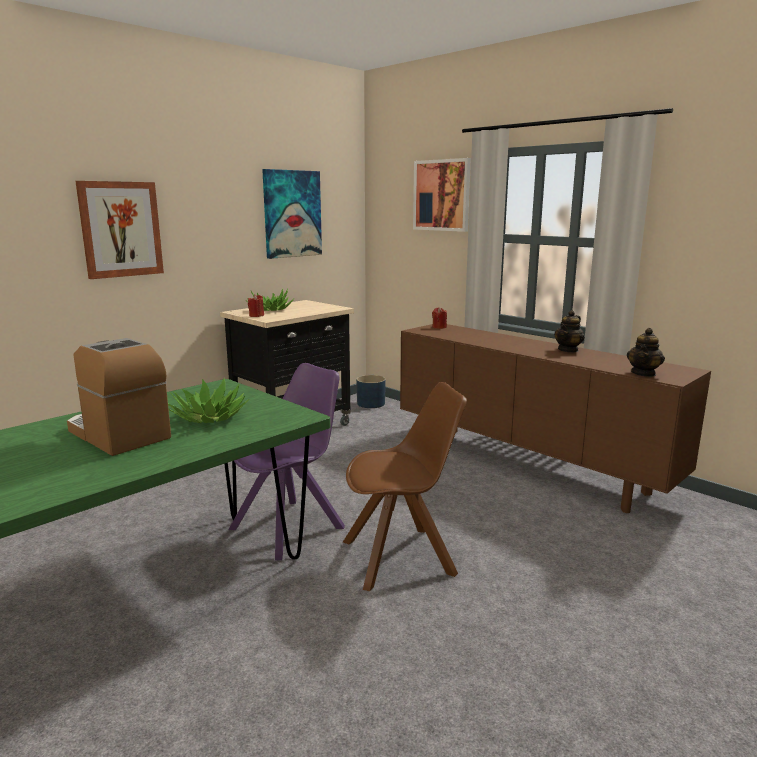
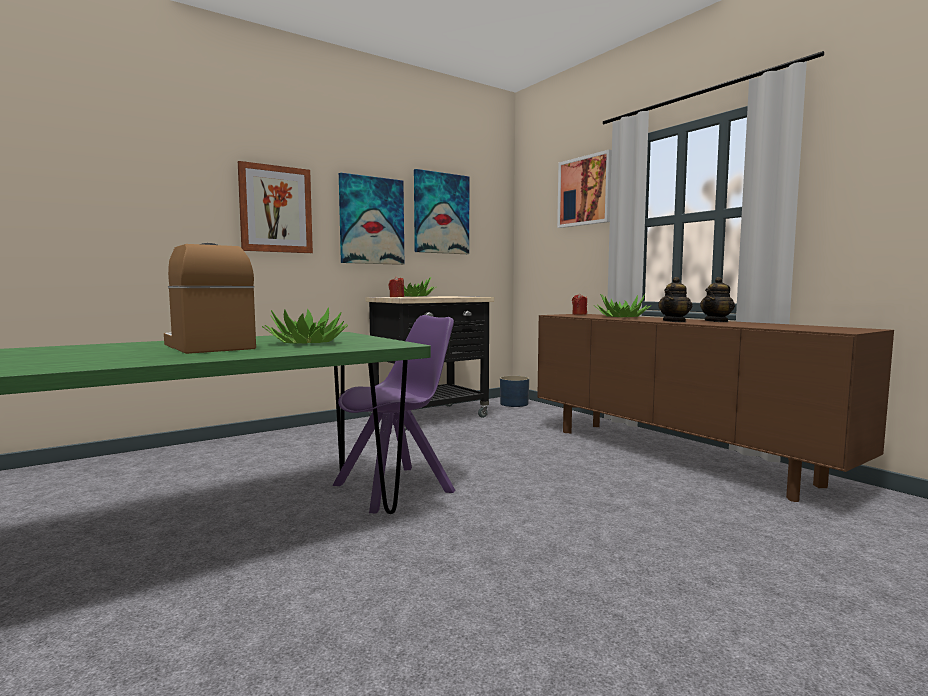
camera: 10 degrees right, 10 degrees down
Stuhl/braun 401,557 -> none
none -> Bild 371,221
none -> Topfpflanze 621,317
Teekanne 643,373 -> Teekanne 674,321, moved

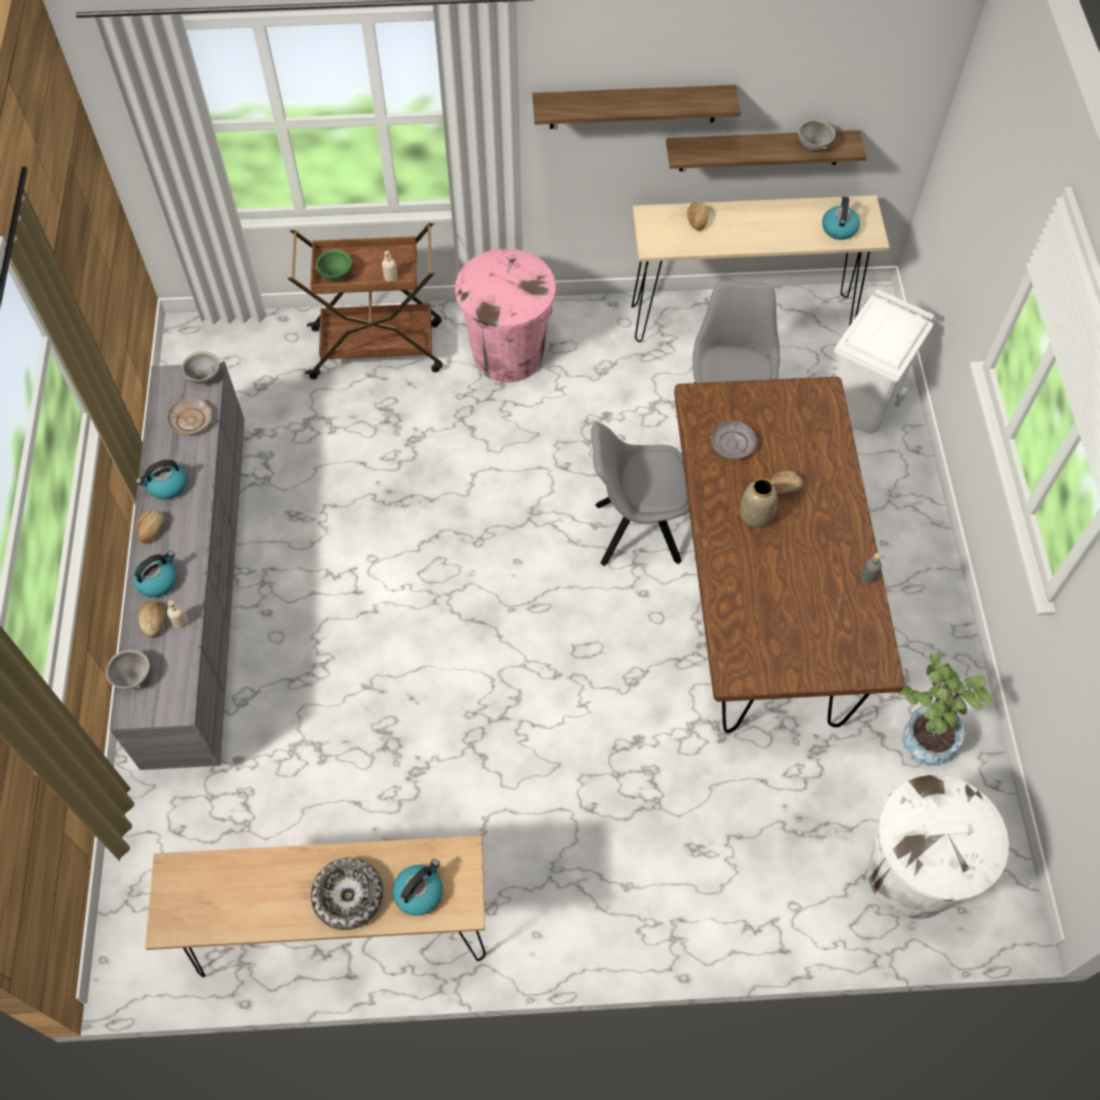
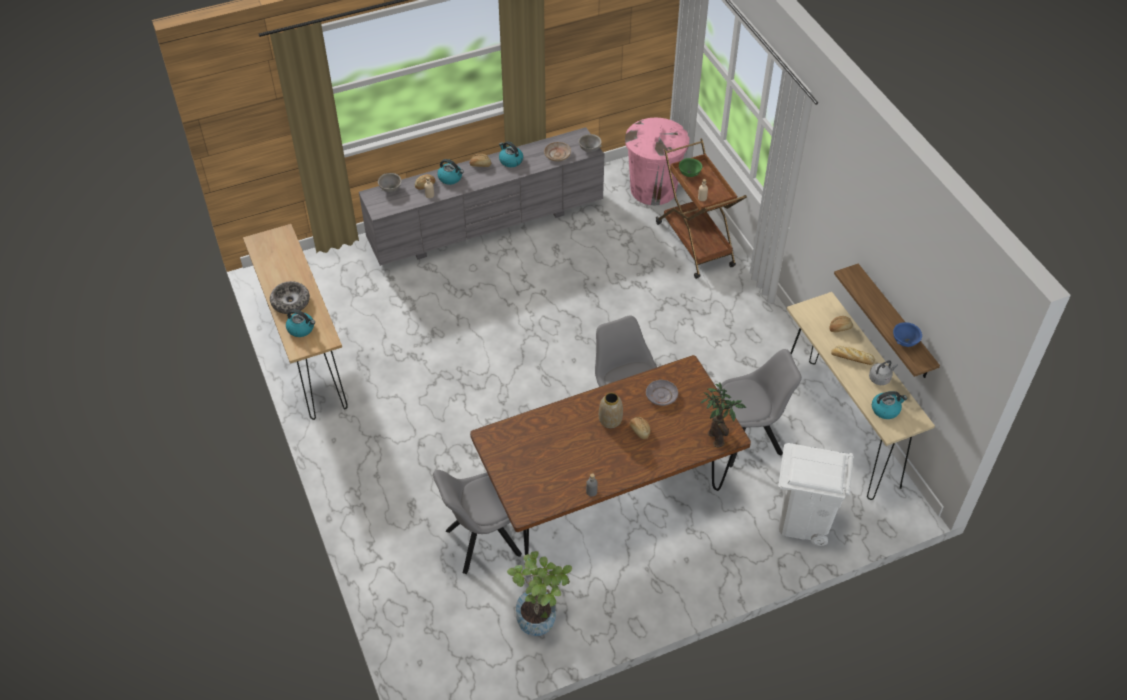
camera: 70 degrees right, 10 degrees down
Wandregal 633,106 -> none
Mülleimer/weiß 912,875 -> none
none -> Stuhl/grau 482,542
none -> Topfpflanze 716,436
none -> Brot 851,358
none -> Wasserkessel/grau 880,378
Mülleimer/rosa 508,354 -> Mülleimer/rosa 653,189, moved
Schüssel/grau 813,145 -> Schüssel/blau 905,342

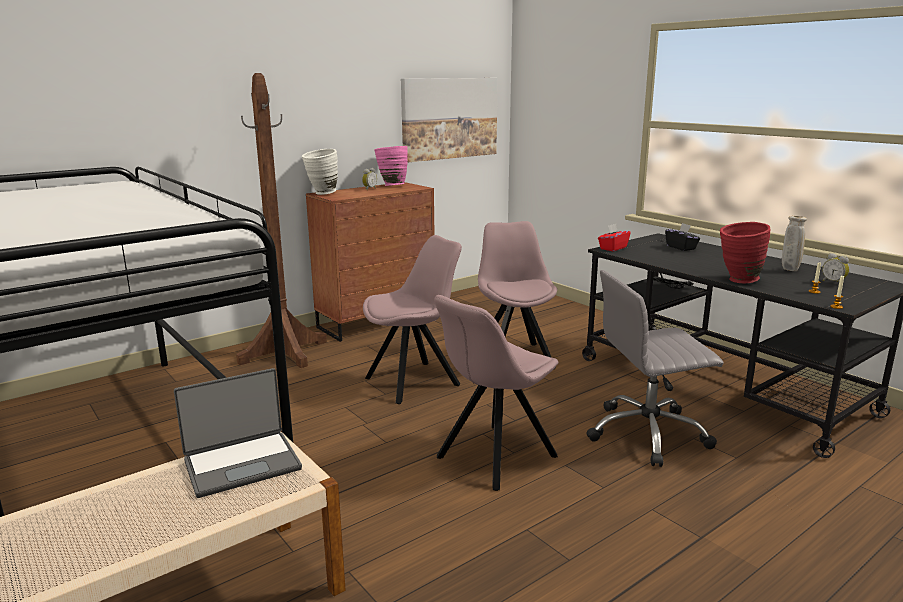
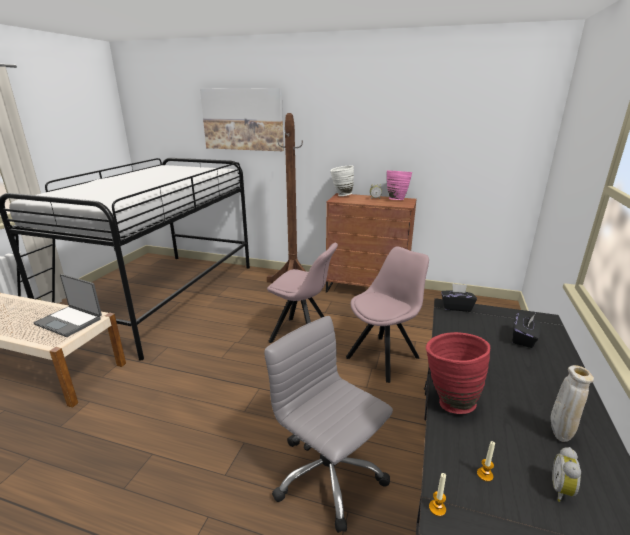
camera: 55 degrees right, 5 degrees up
Stuhl/rosa 495,456 -> none
Bild 449,118 -> Bild 243,119, moved
Taschentuchbox/rot 613,248 -> Taschentuchbox/schwarz 456,307

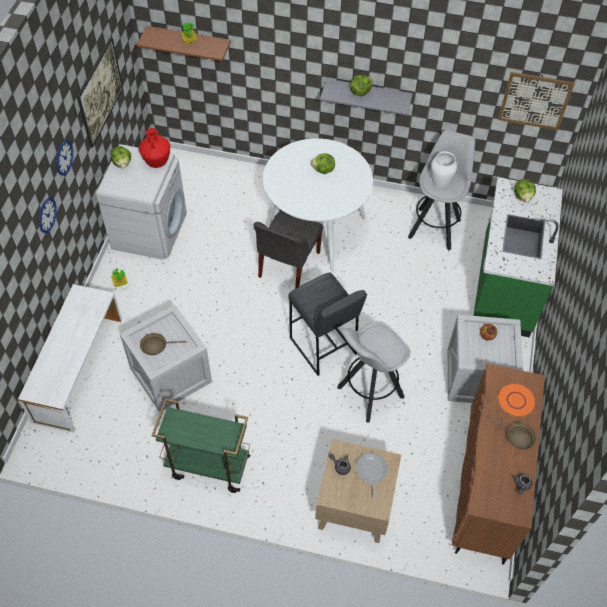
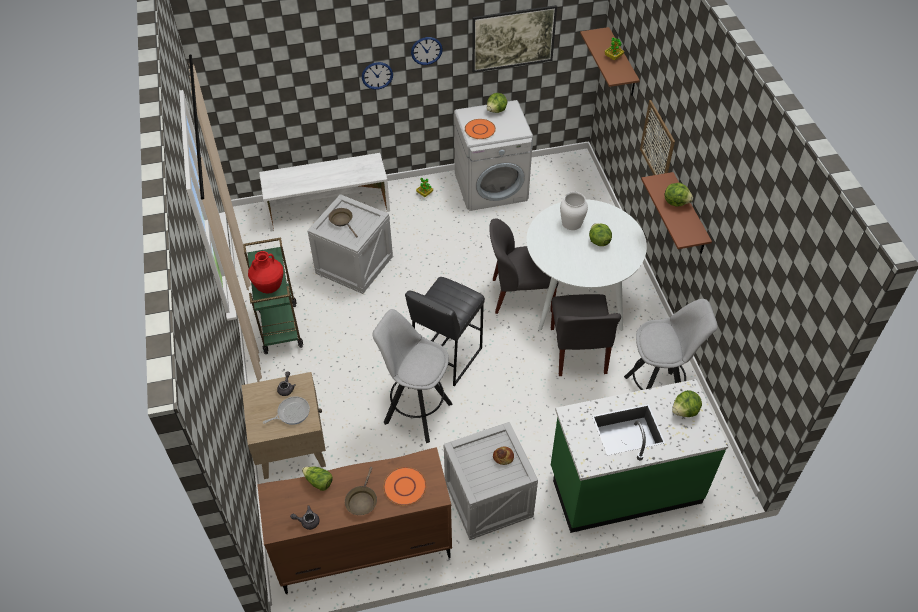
camera: 65 degrees right, 5 degrees down
none -> Salatkopf 318,482
none -> Teller/orange 480,130
none -> Stuhl/grau 578,352
Vase/rot 157,163 -> Vase/rot 269,287, moved
Vase/weiß 441,180 -> Vase/weiß 572,223, moved
Bild 535,100 -> Bild 657,144, moved
Wandregal/grau 368,95 -> Wandregal/braun 689,215

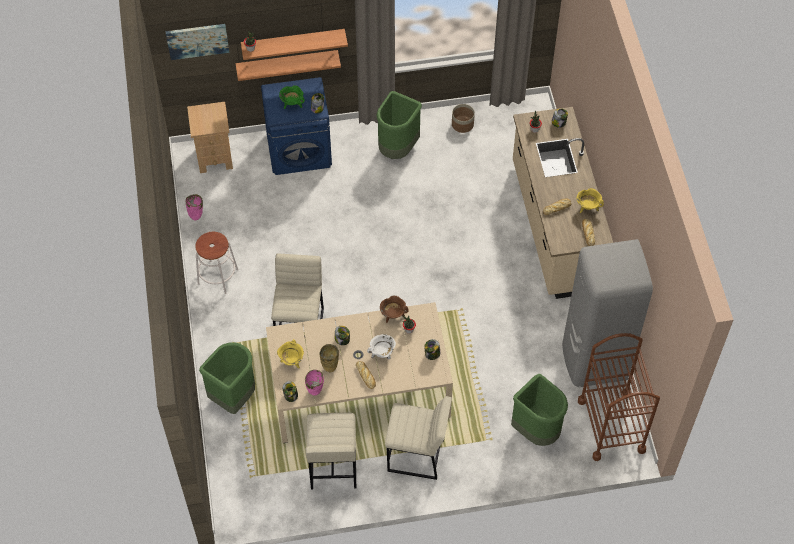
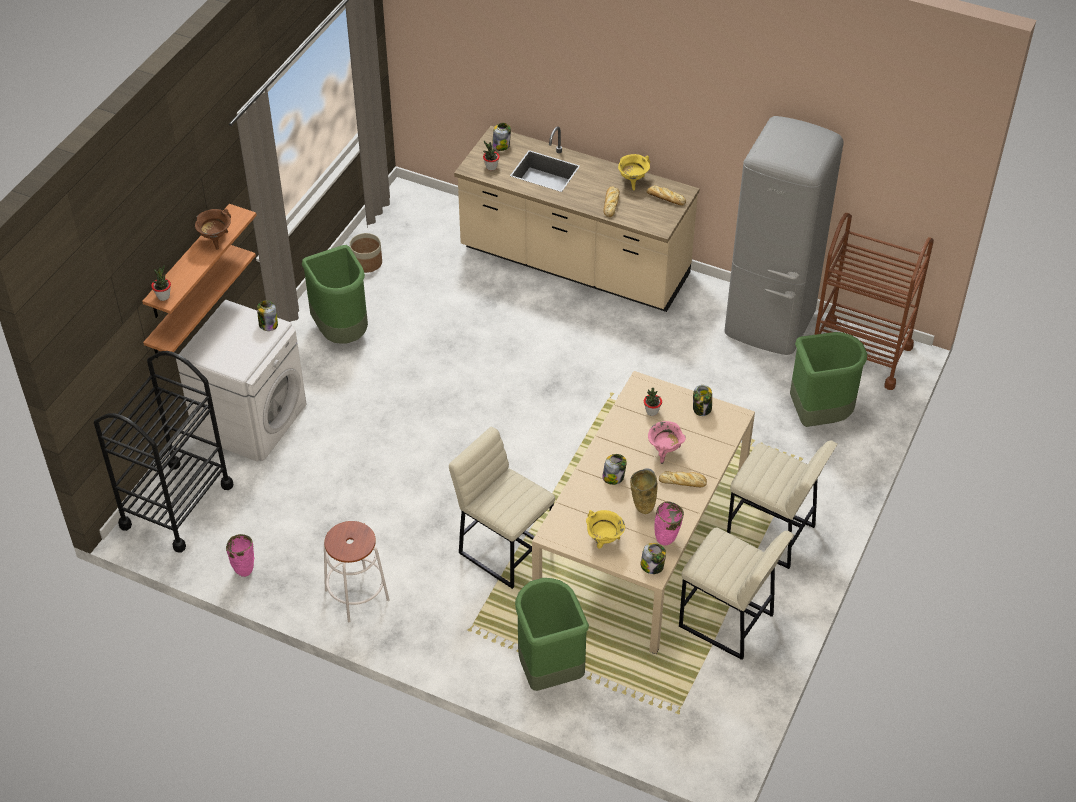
camera: 55 degrees left, 10 degrees down
Bild 197,40 -> none
Kochtopf/grün 292,104 -> none
Kochtopf/braun 393,315 -> Kochtopf/braun 216,240, moved
Nachttisch/beige 215,158 -> Rollwagen/schwarz 176,506
Waschmaschine/blau 300,151 -> Waschmaschine/weiß 253,419
Kochtopf/weiß 382,354 -> Kochtopf/rosa 664,452
Stuhl/beige 417,455 -> Stuhl/beige 772,534, 75 degrees clockwise

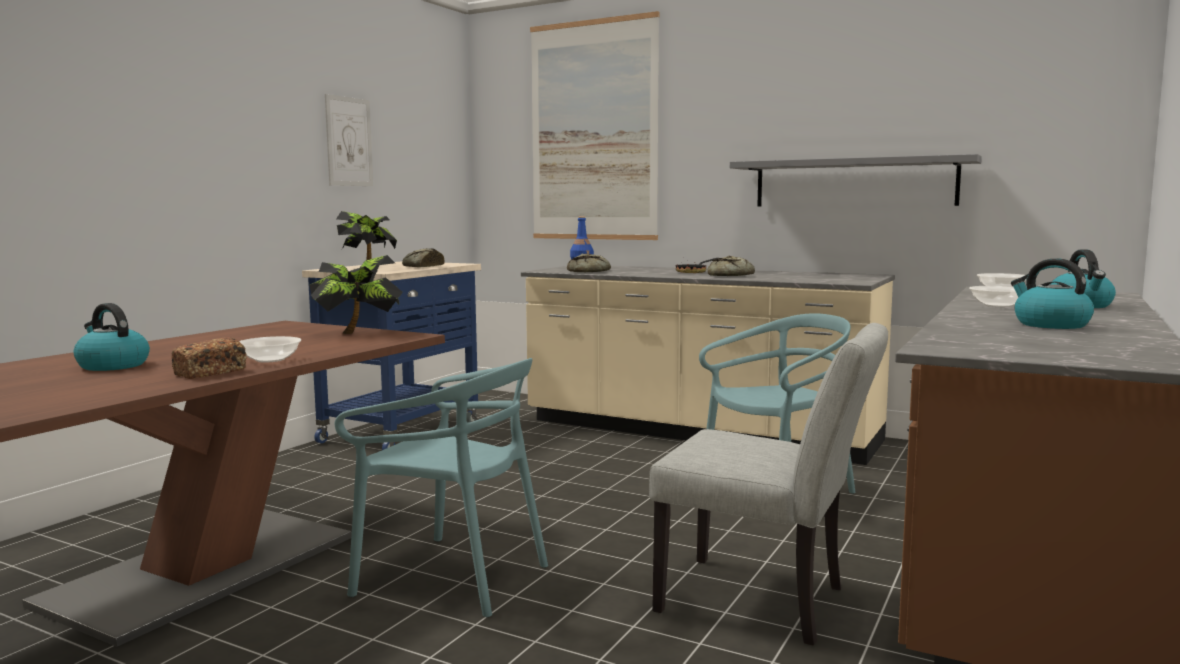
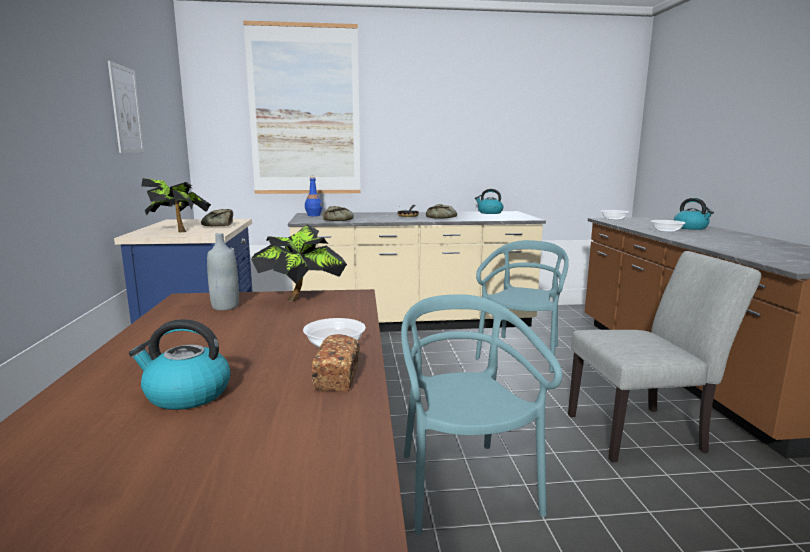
camera: 35 degrees left, 5 degrees up
Wandregal/grau 853,183 -> none
none -> Flasche/grau 225,307
Wasserkessel 1050,324 -> Wasserkessel 489,212, moved
Stuhl/türkis 452,577 -> Stuhl/türkis 464,486, 90 degrees counterclockwise

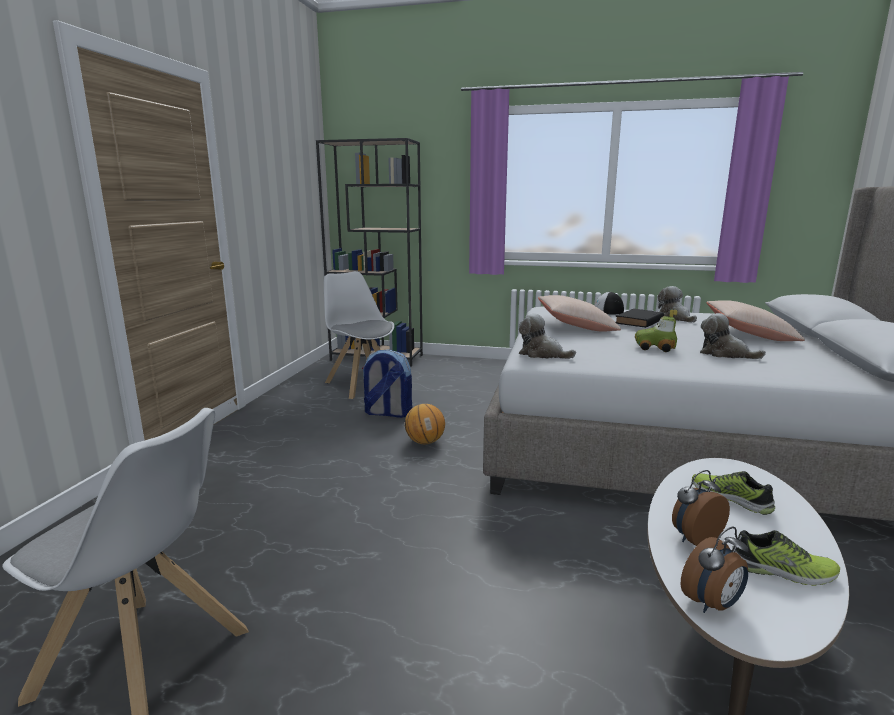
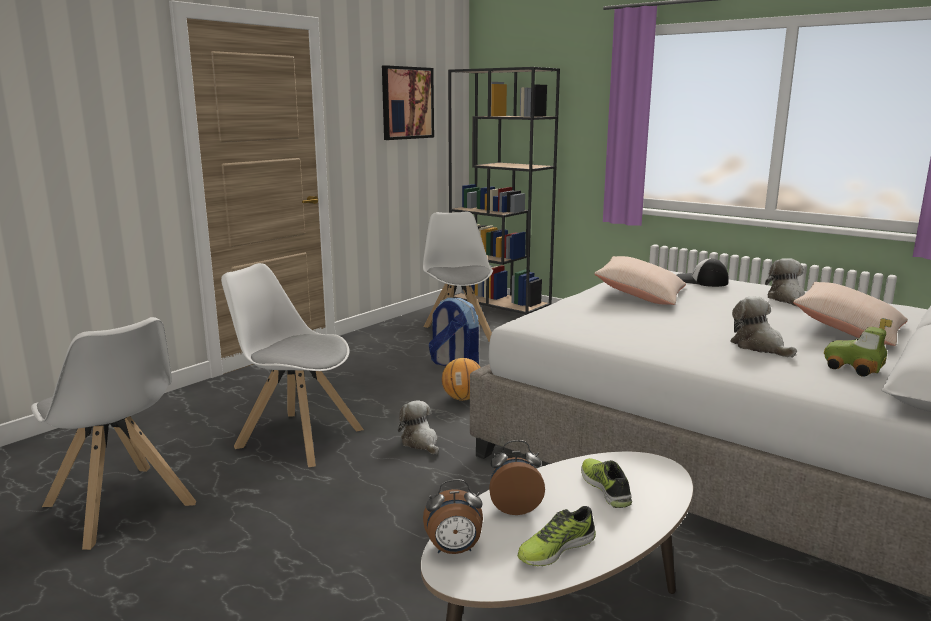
camera: 25 degrees right, 0 degrees up
Buch/schwarz 638,322 -> none
none -> Stuhl 297,437
none -> Bild 407,103
Plüschtier 542,354 -> Plüschtier 421,442, moved
Spielzeugauto 655,348 -> Spielzeugauto 853,368, moved
Schuh 782,571 -> Schuh 555,549, 105 degrees clockwise

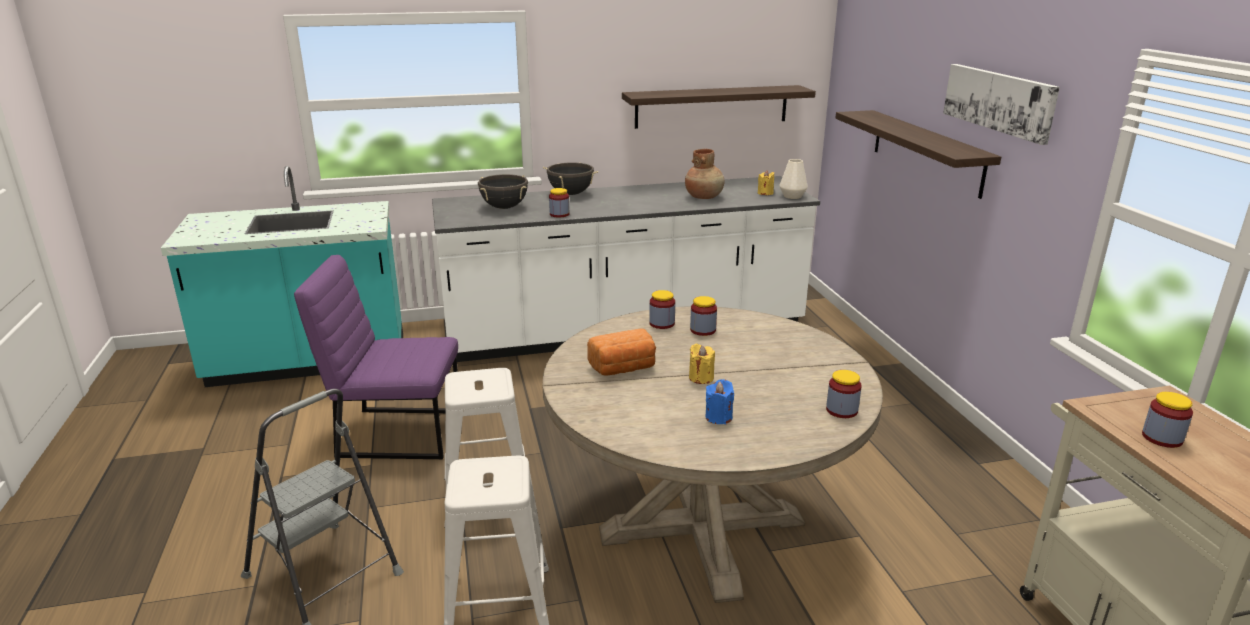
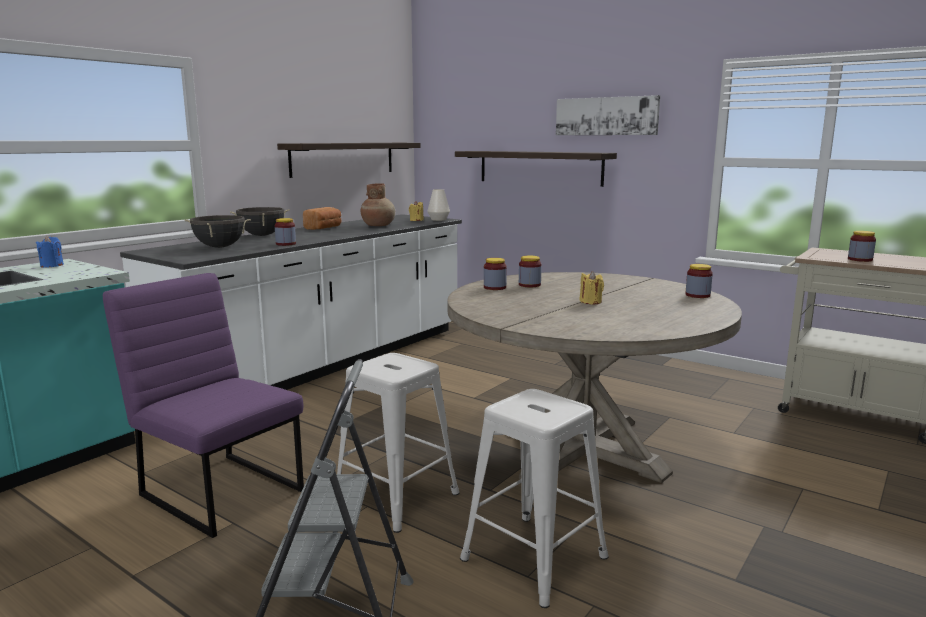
camera: 40 degrees left, 10 degrees down
Brot 623,368 -> Brot 324,228, moved
Kerze/blau 718,417 -> Kerze/blau 52,265, moved
Stuhl/lila 396,433 -> Stuhl/lila 220,490, 75 degrees clockwise

